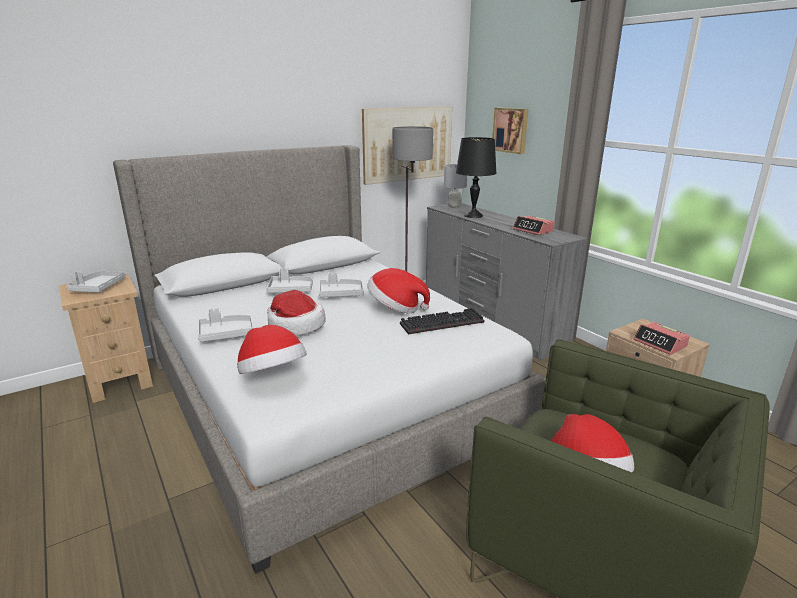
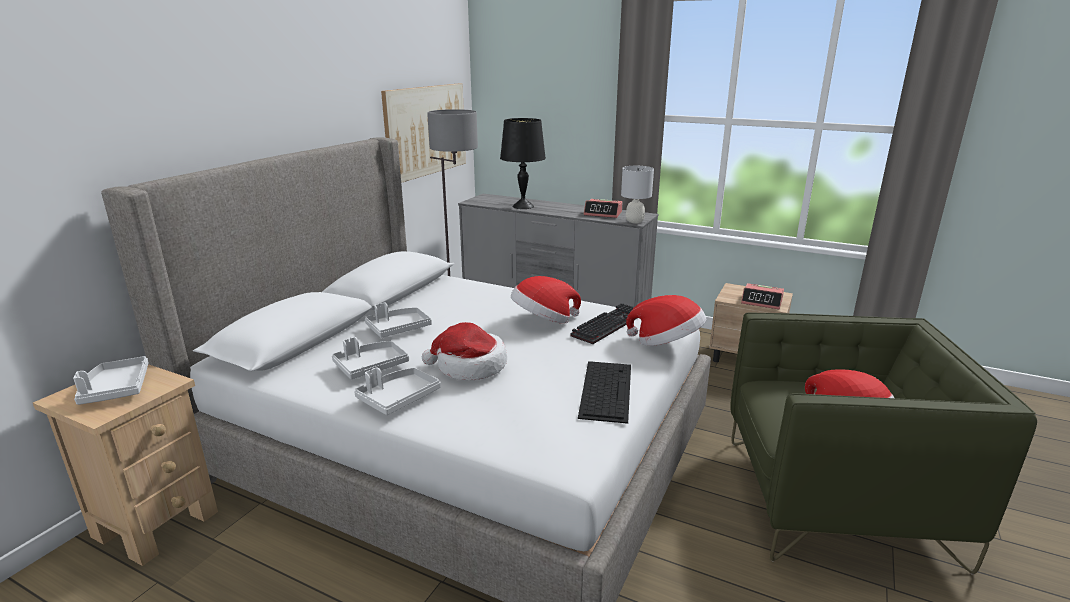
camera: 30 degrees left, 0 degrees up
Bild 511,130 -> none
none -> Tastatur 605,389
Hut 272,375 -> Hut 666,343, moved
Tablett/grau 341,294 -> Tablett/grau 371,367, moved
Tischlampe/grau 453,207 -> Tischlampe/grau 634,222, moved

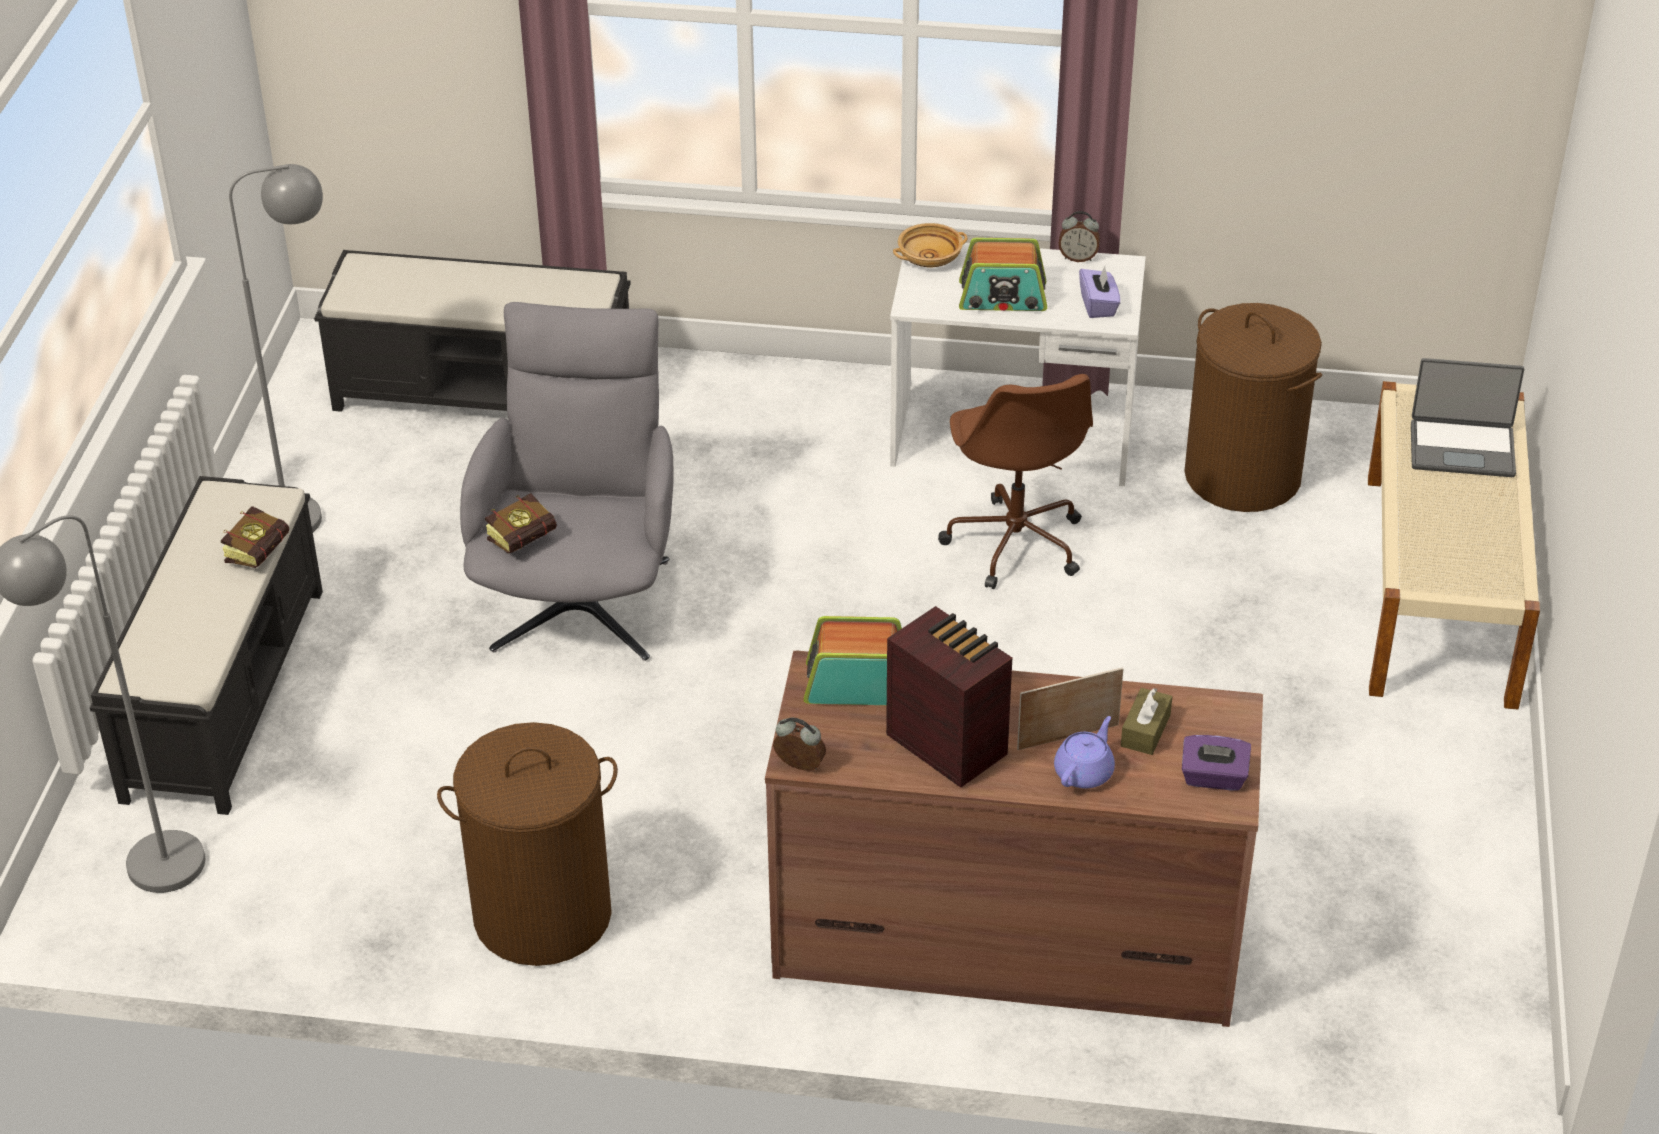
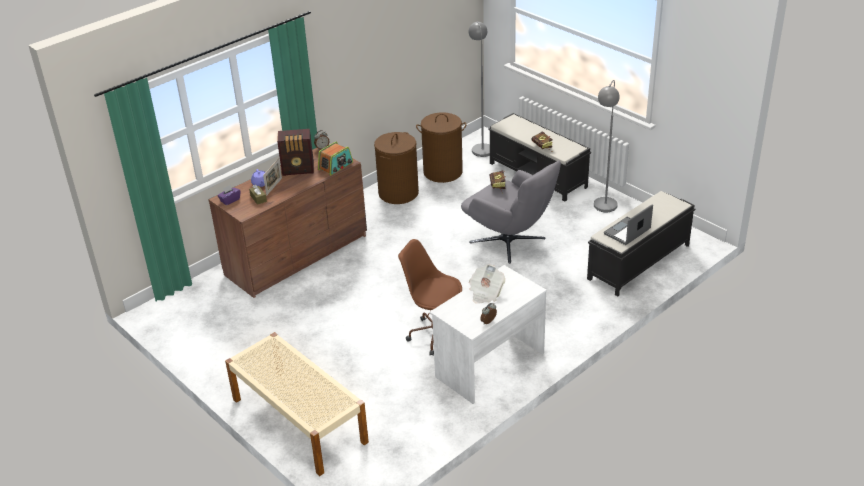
camera: 130 degrees right, 5 degrees down
Schüssel/beige 929,259 -> none
Taschentuchbox/lila 1098,305 -> none
Wäschekorb/braun 1243,476 -> Wäschekorb/braun 442,172, moved
Laptop 1462,448 -> Laptop 627,232, moved
Radio 1003,297 -> Zeitung 485,293

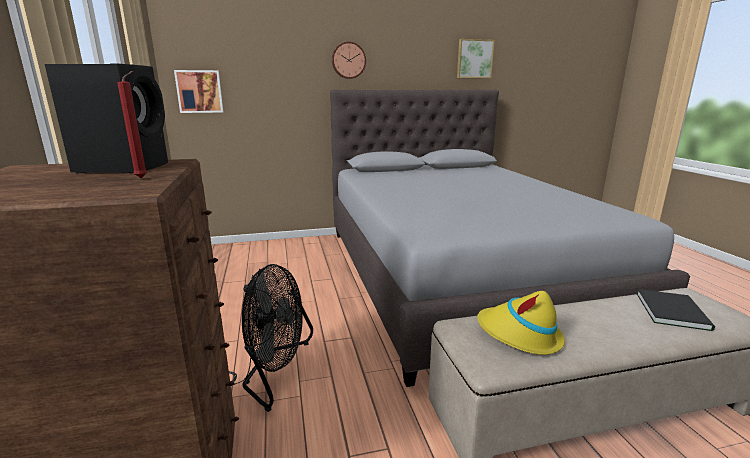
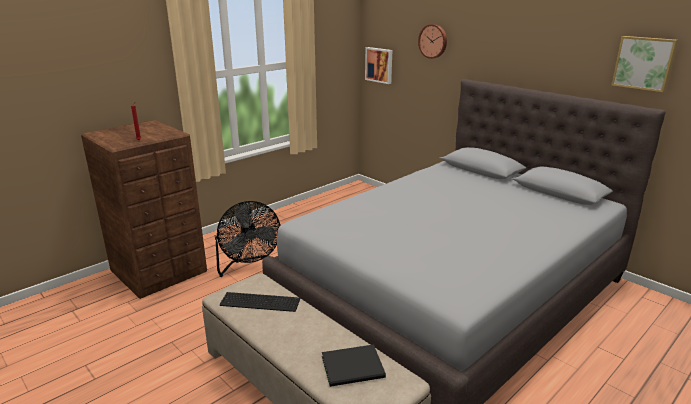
camera: 60 degrees right, 5 degrees up
Lautsprecher/schwarz 125,167 -> none
Wanduhr 348,60 -> Wanduhr 433,41, moved
Hut/gelb 519,335 -> Tastatur 260,301

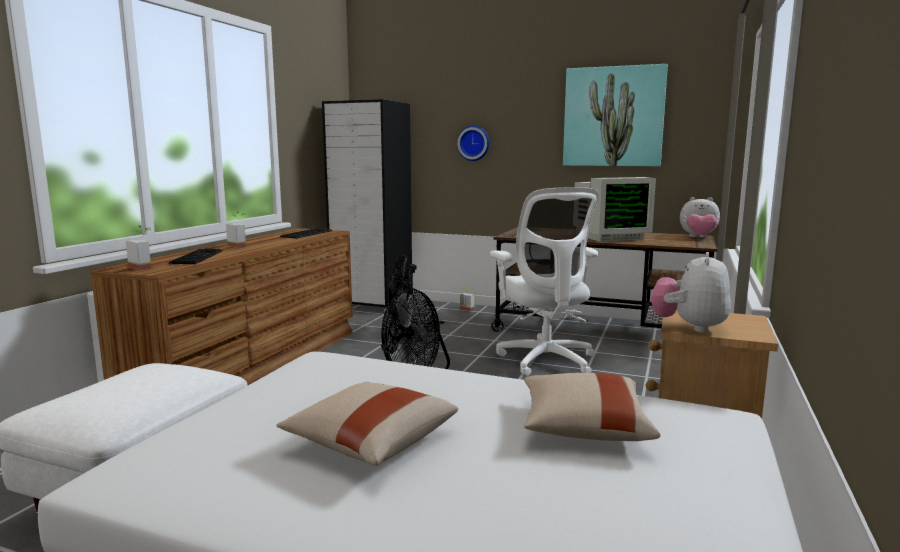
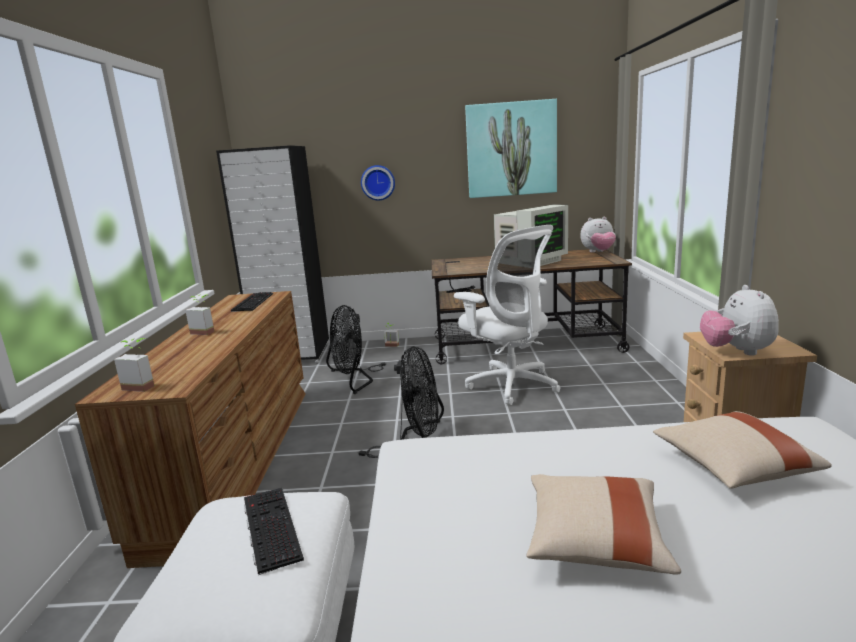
camera: 20 degrees left, 5 degrees up
Tastatur 196,257 -> Tastatur 269,527, moved

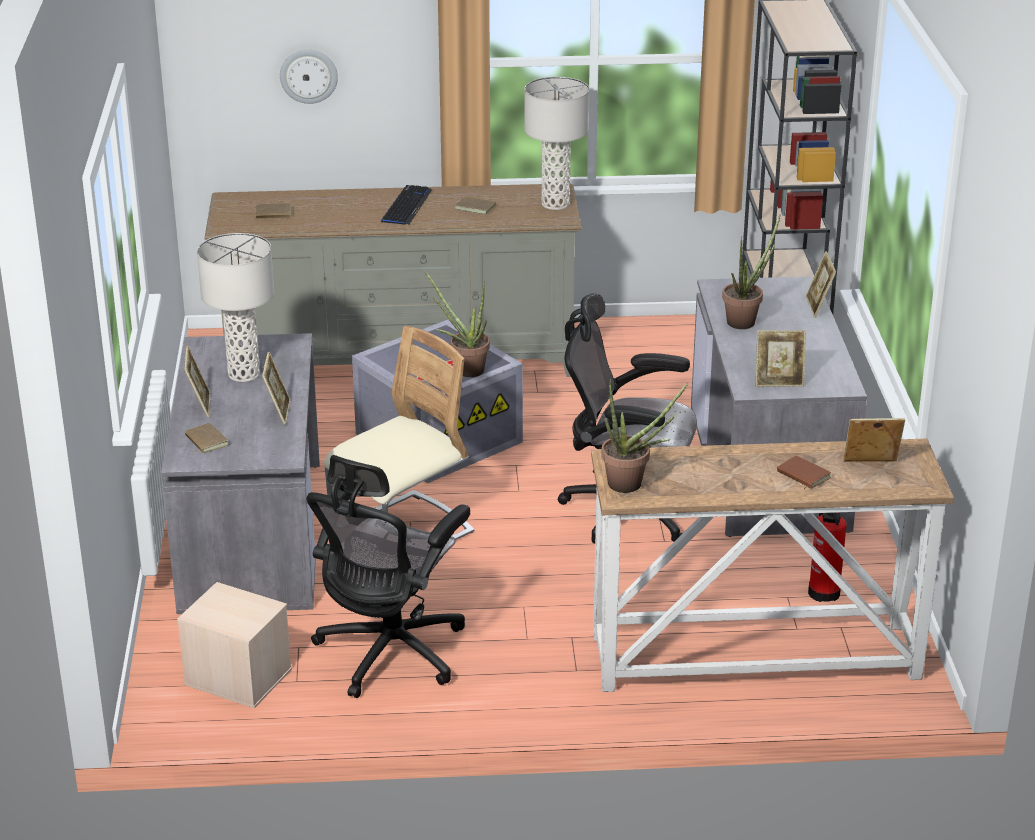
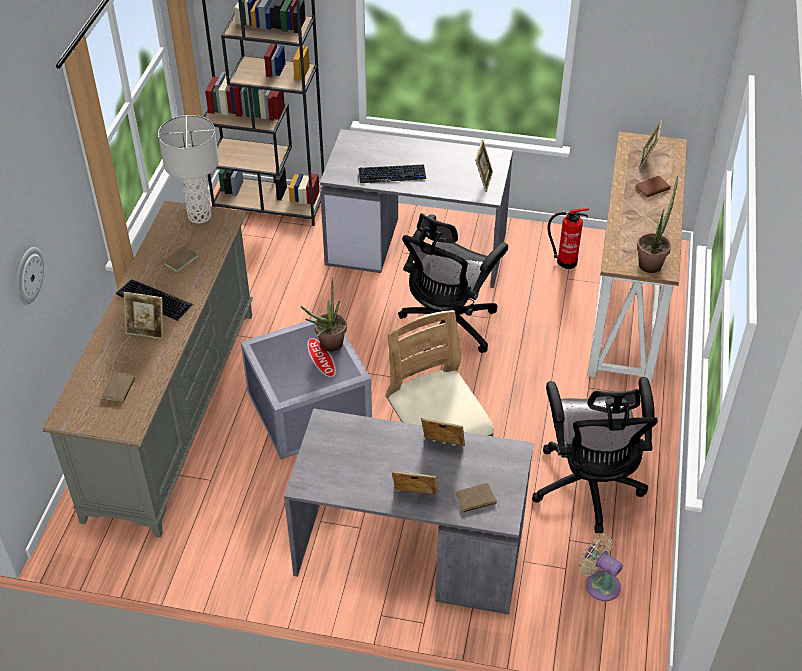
camera: 75 degrees left, 15 degrees up
Tischlampe/weiß 244,374 -> none
Bilderrahmen 818,307 -> Bilderrahmen 147,331, moved
Aufbewahrungsbox/beige 236,677 -> Ventilator/beige 599,583
Topfpflanze 745,320 -> Tastatur 392,174
Bürostuhl 391,653 -> Bürostuhl 588,486, 45 degrees clockwise

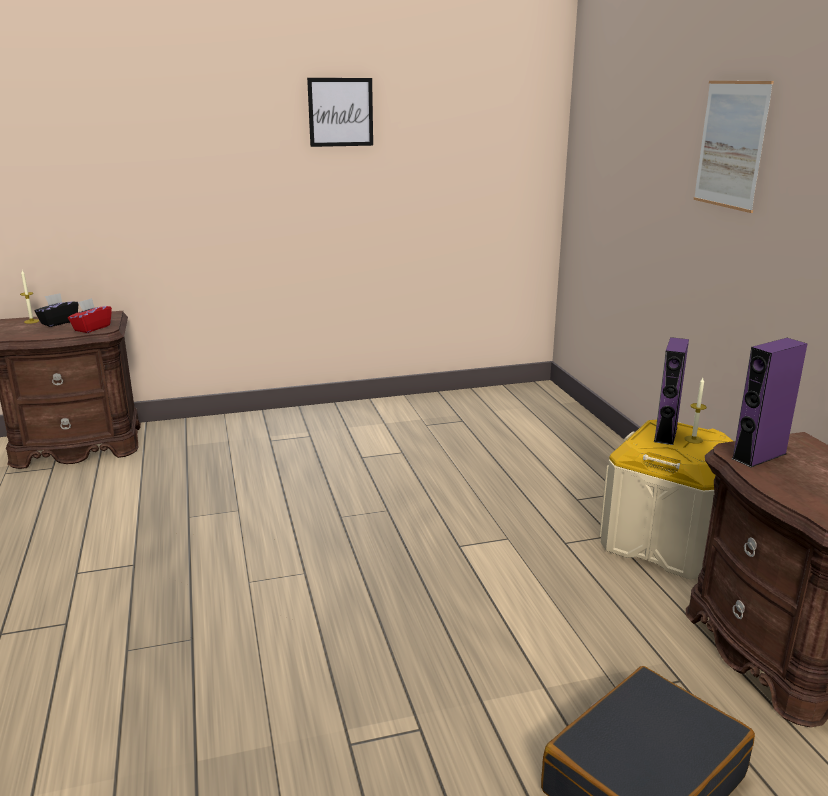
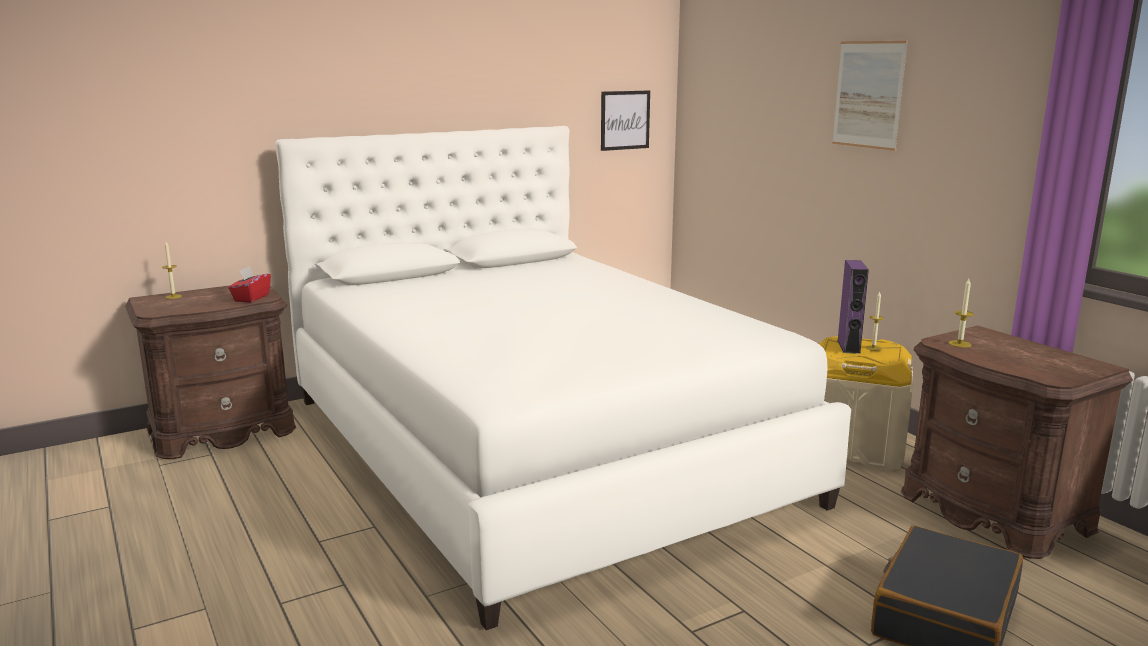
camera: 15 degrees left, 5 degrees down
Taschentuchbox/schwarz 59,322 -> none
none -> Bett/weiß 535,447
Bild 340,112 -> Bild 625,120, moved
Lautsprecher/lila 759,456 -> Kerze 960,344

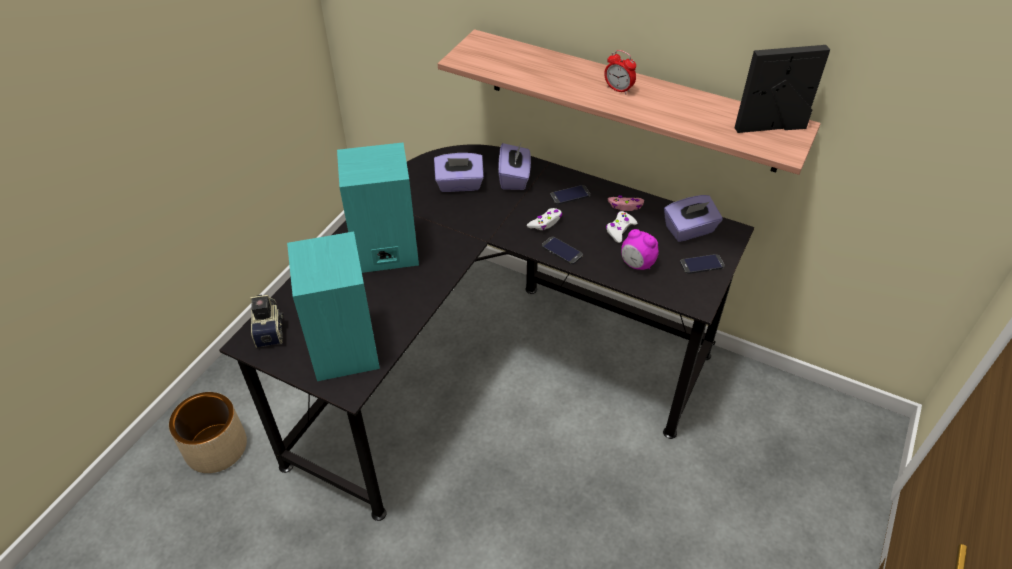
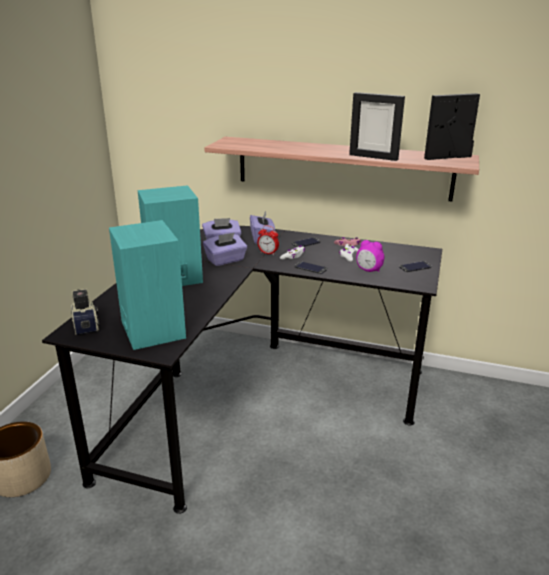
camera: 10 degrees left, 20 degrees down
none -> Bilderrahmen 373,157
Wecker 618,89 -> Wecker 268,253, moved
Taschentuchbox/lila 689,230 -> Taschentuchbox/lila 226,260, moved

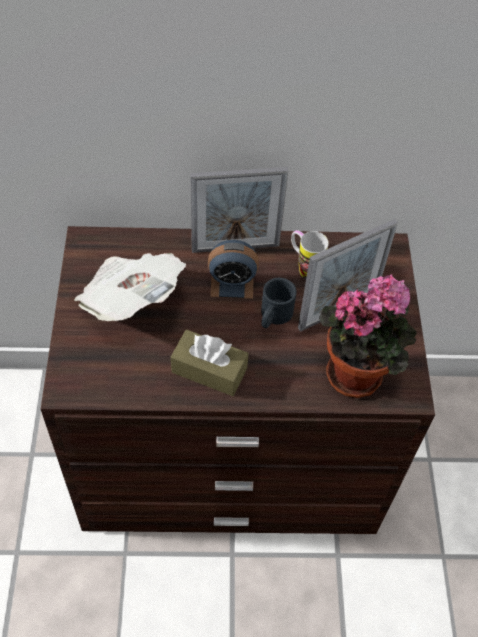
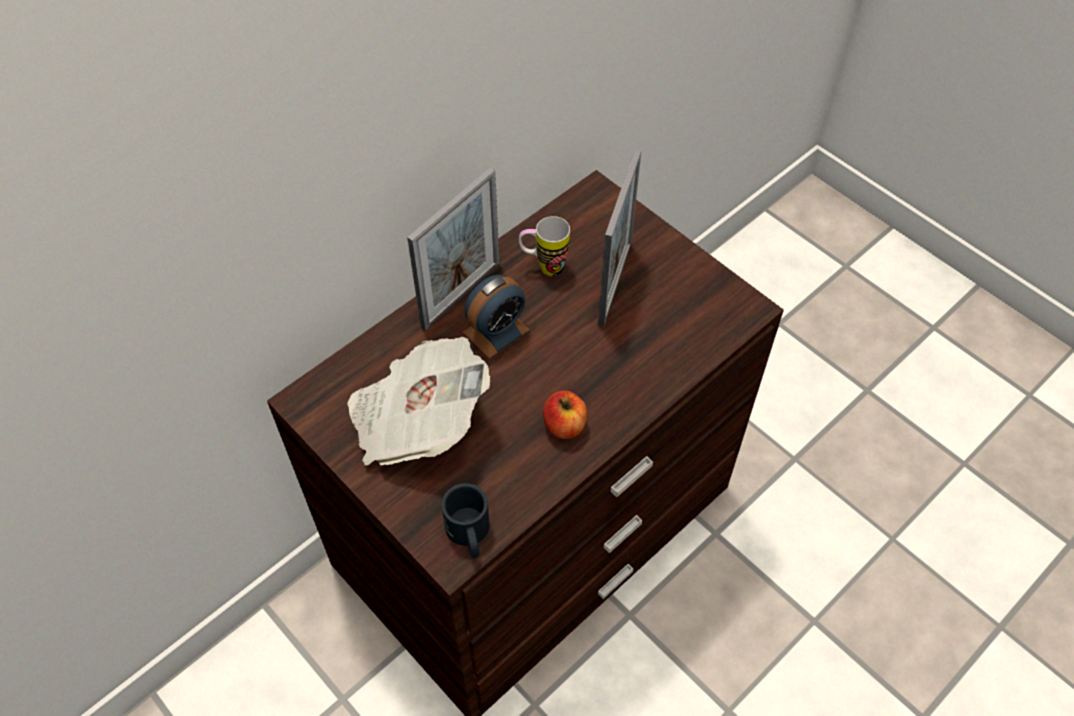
camera: 40 degrees left, 0 degrees up
Topfpflanze 358,372 -> none
Henkelbecher/schwarz 273,316 -> Henkelbecher/schwarz 469,535, moved
Taschentuchbox/braun 209,370 -> Apfel 564,425

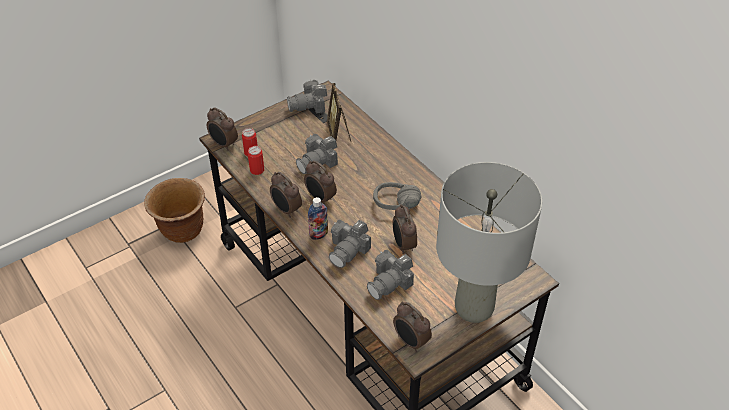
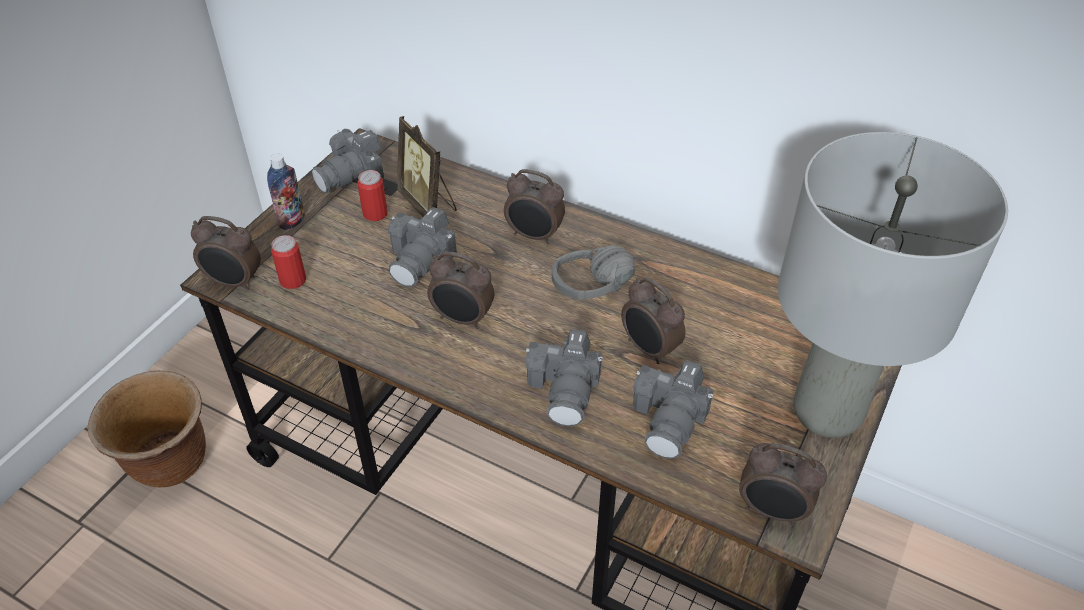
camera: 25 degrees left, 0 degrees up
Dose 257,170 -> Dose 375,214, moved
Wecker 286,210 -> Wecker 534,236, moved
Flasche 318,234 -> Flasche 292,221, moved

